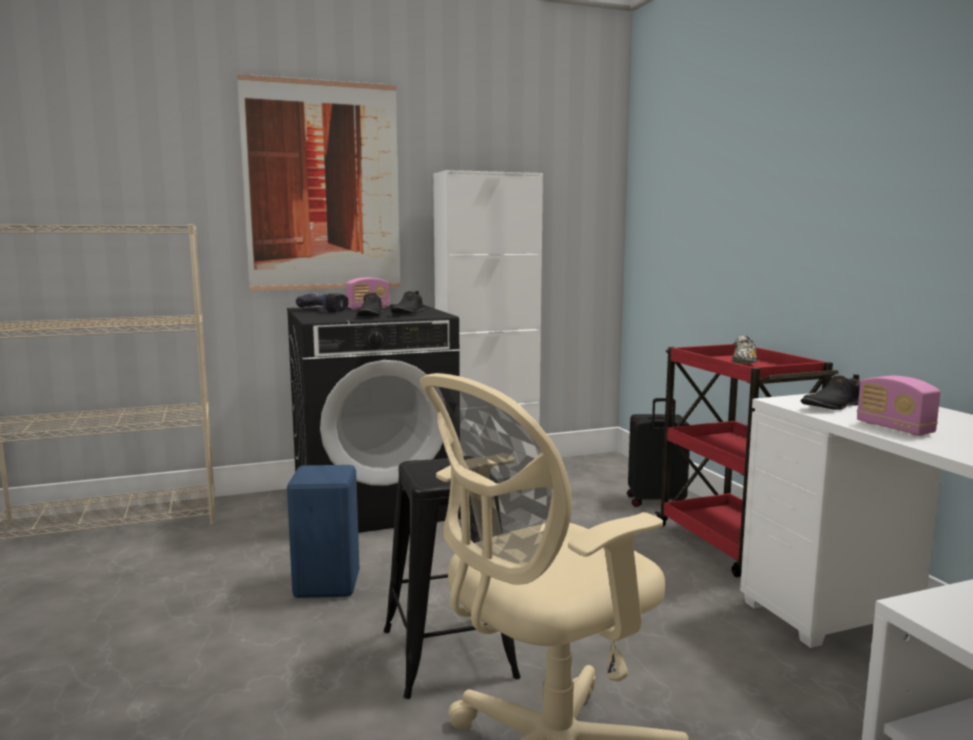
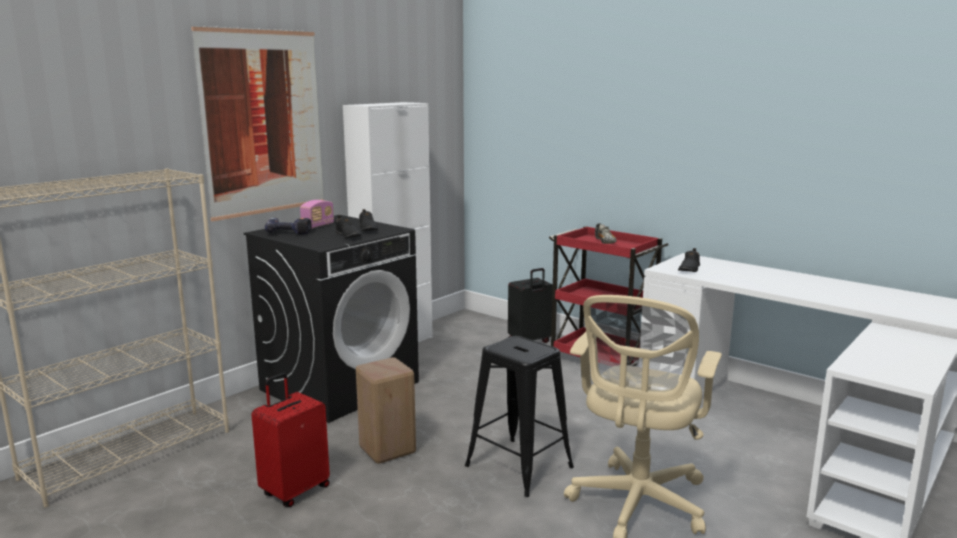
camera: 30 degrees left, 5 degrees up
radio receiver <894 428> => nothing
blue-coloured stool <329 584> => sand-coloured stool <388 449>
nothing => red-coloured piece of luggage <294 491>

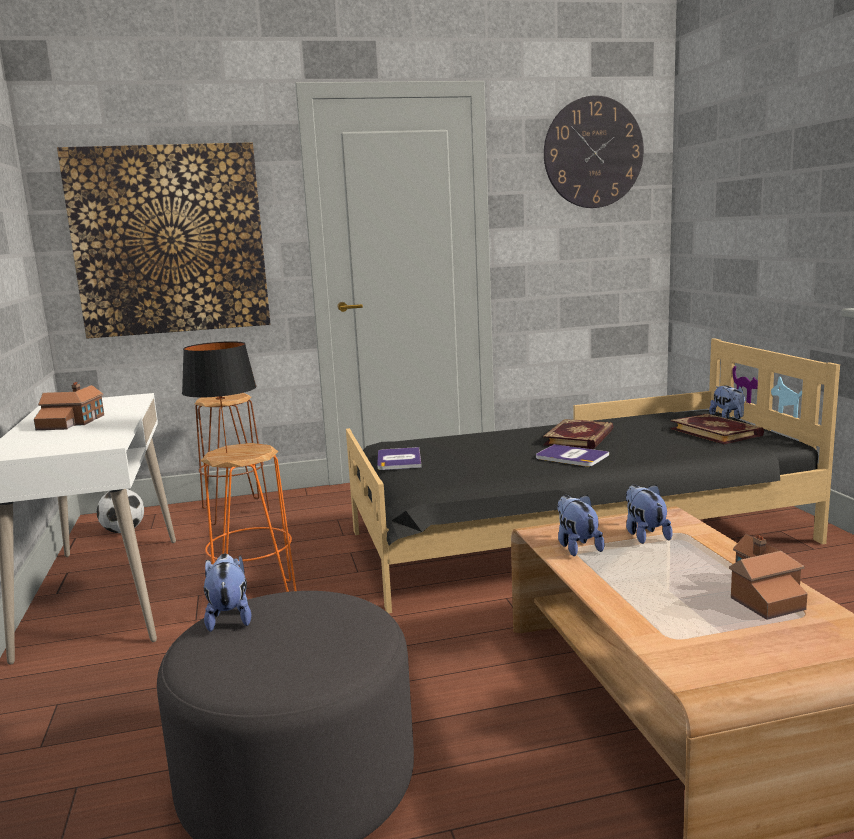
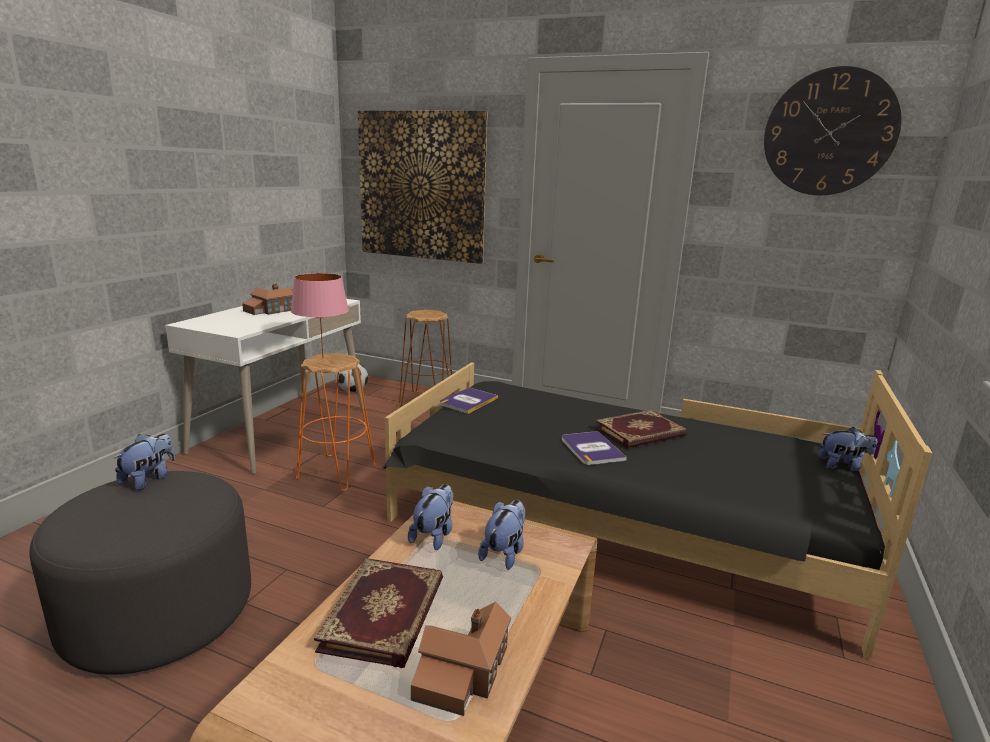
camera: 35 degrees right, 5 degrees up
blackish table lamp <227 452> => pinkish table lamp <323 358>
soft toy <728 418> => soft toy <843 466>, 105 degrees counterclockwise
book <716 432> => book <386 614>, moved

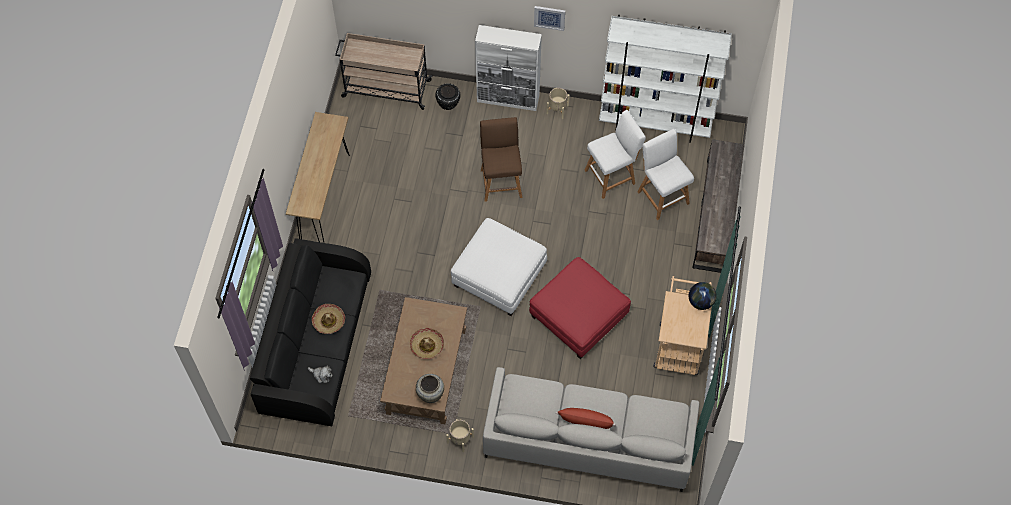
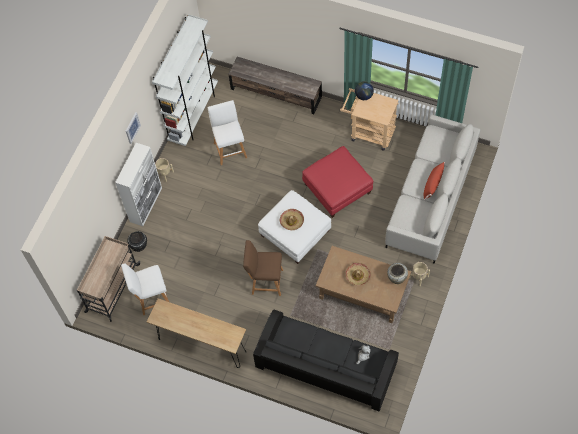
camera: 75 degrees left, 0 degrees up
brown-coloured stool <501 181> => brown-coloured stool <265 281>, moved
white-coloured stool <661 195> => white-coloured stool <151 298>, moved
hat <329 321> => hat <292 221>, moved

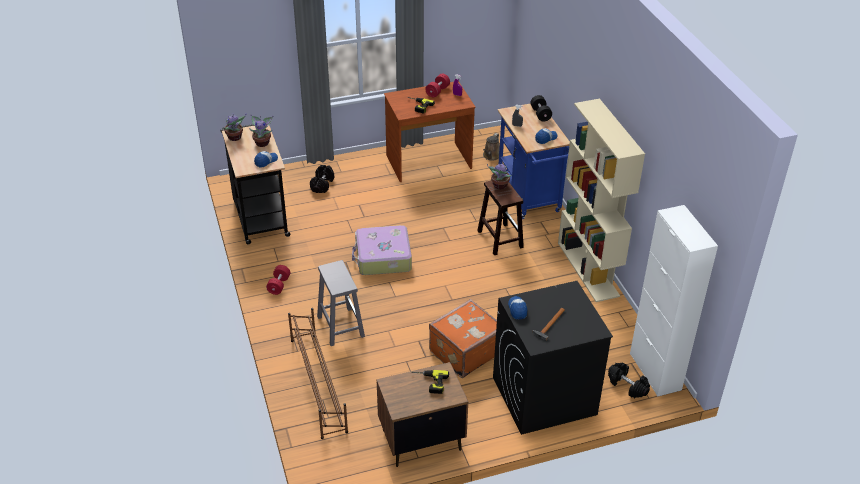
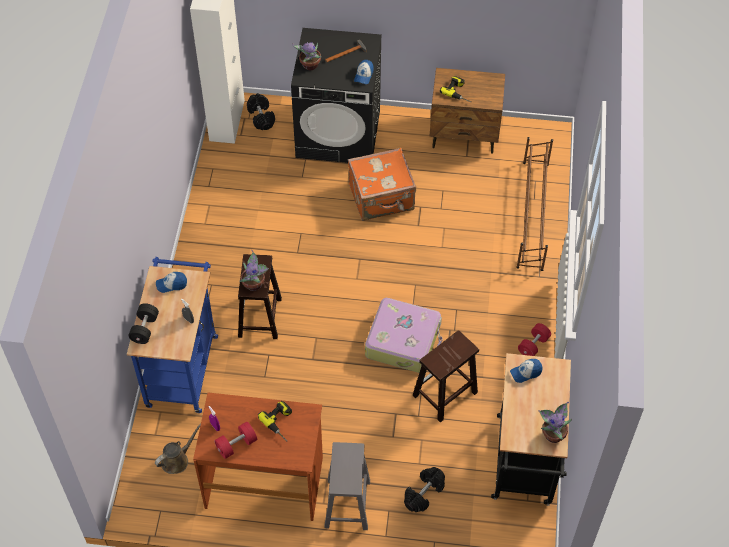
camera: 155 degrees left, 15 degrees up
sand-coloured shelving unit <588 269> => nothing
potted plant <262 143> => potted plant <309 66>, moved
greyish stool <340 326> => greyish stool <347 505>, moved
nothing => brown-coloured stool <444 394>

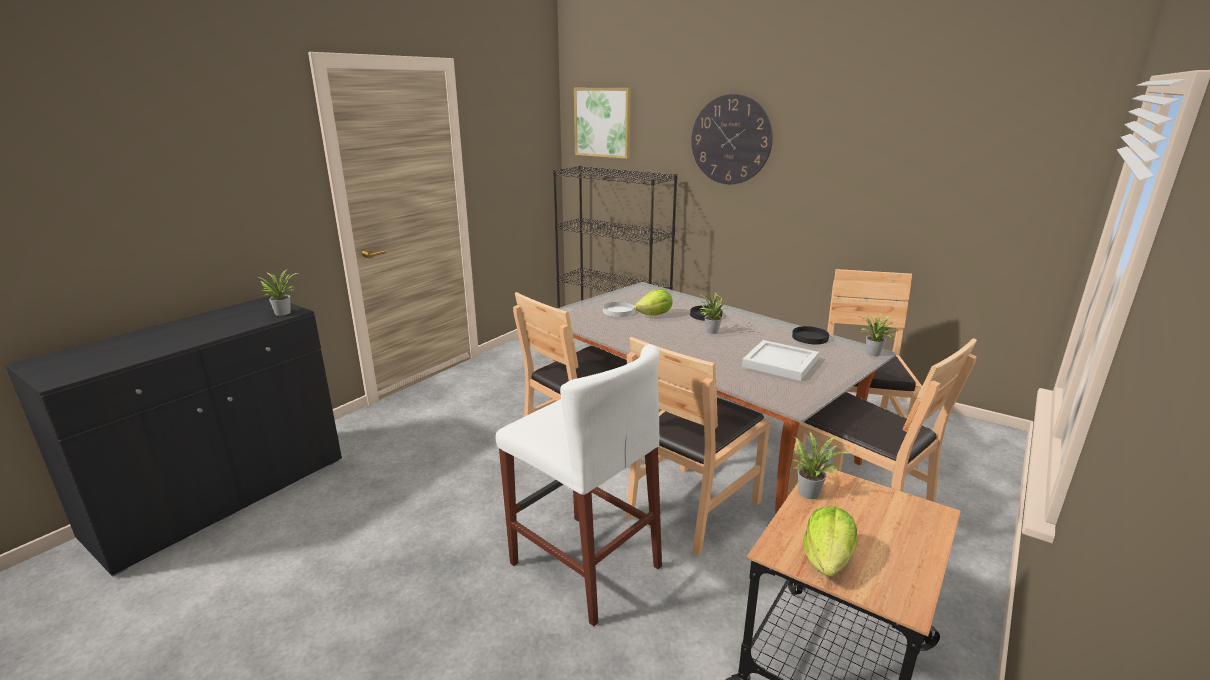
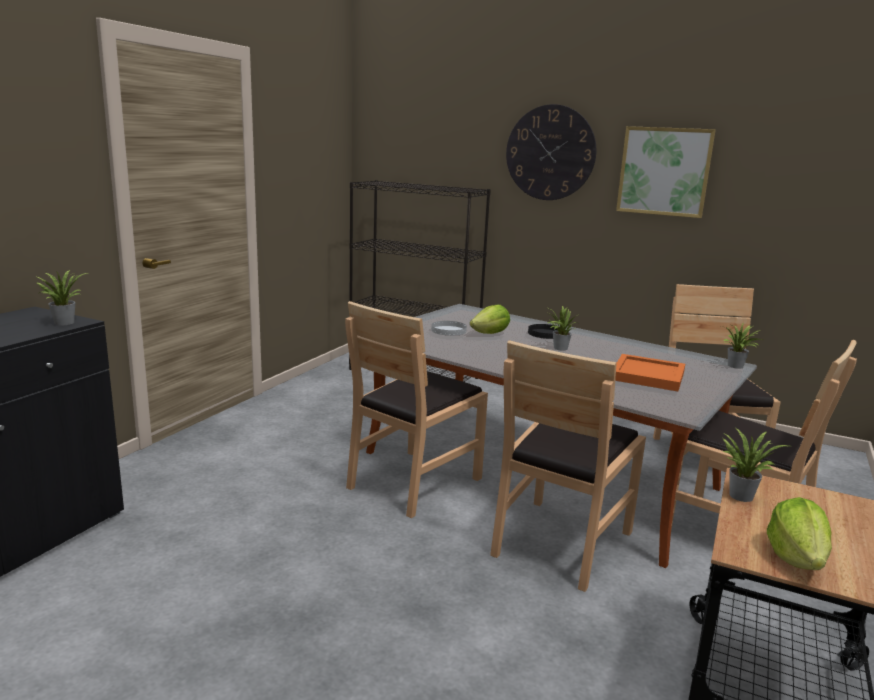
camera: 10 degrees left, 5 degrees down
wall picture <602 122> => wall picture <664 171>, moved
blackish plate <809 337> => nothing
white-coloured serving tray <779 363> => orangey serving tray <646 376>
white-coloured stool <584 565> => nothing

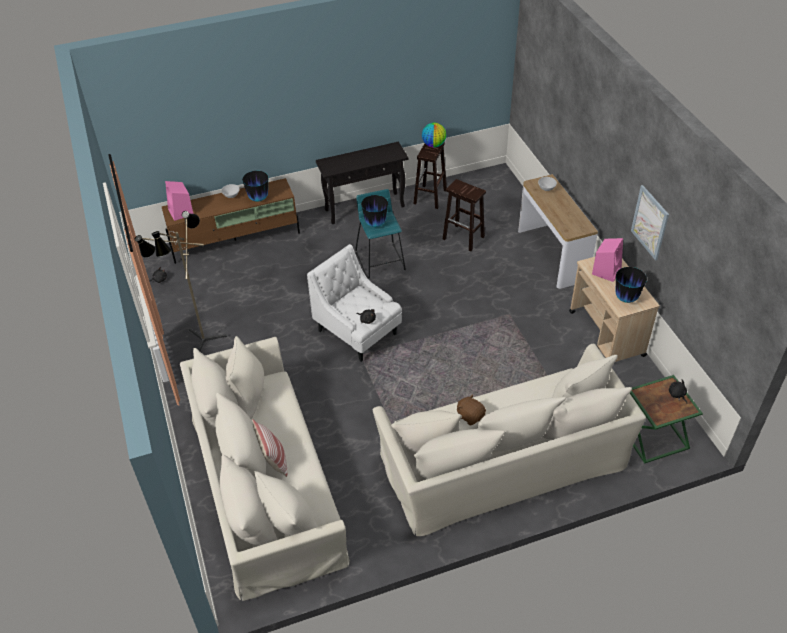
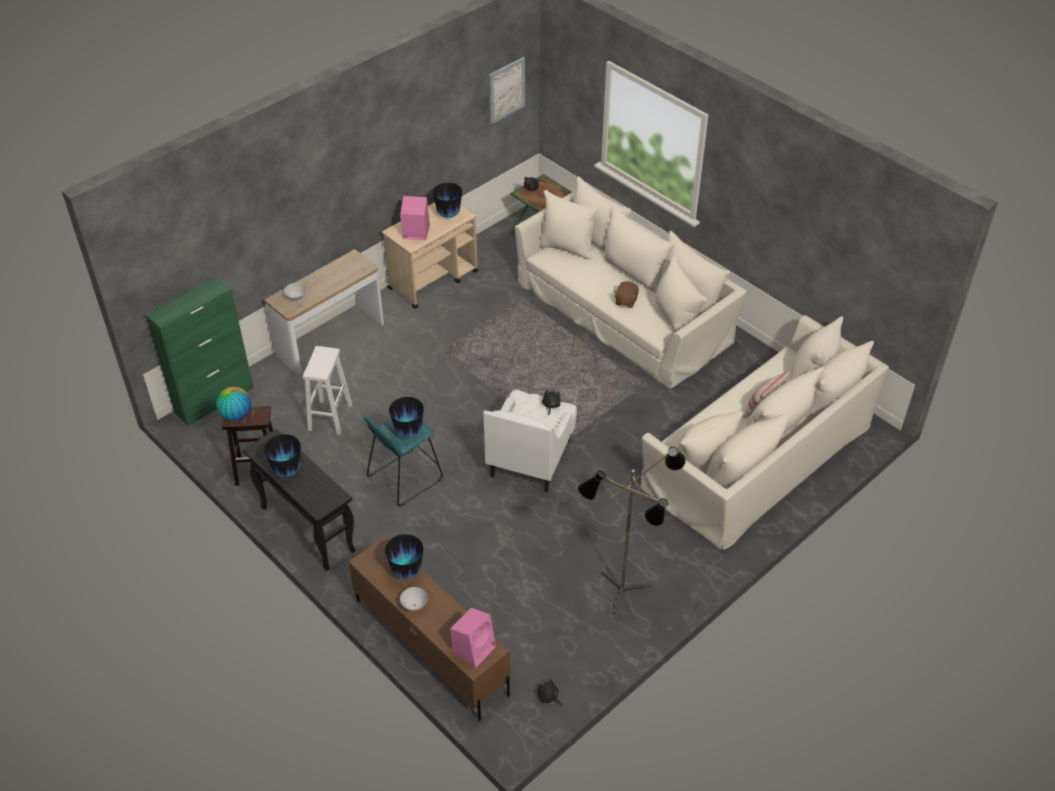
camera: 115 degrees left, 0 degrees up
brown-coloured stool <464 238> => white-coloured stool <330 416>
wall picture <650 222> => wall picture <506 90>, moved
nothing => green-coloured cupboard <215 400>
nothing => vase <287 471>

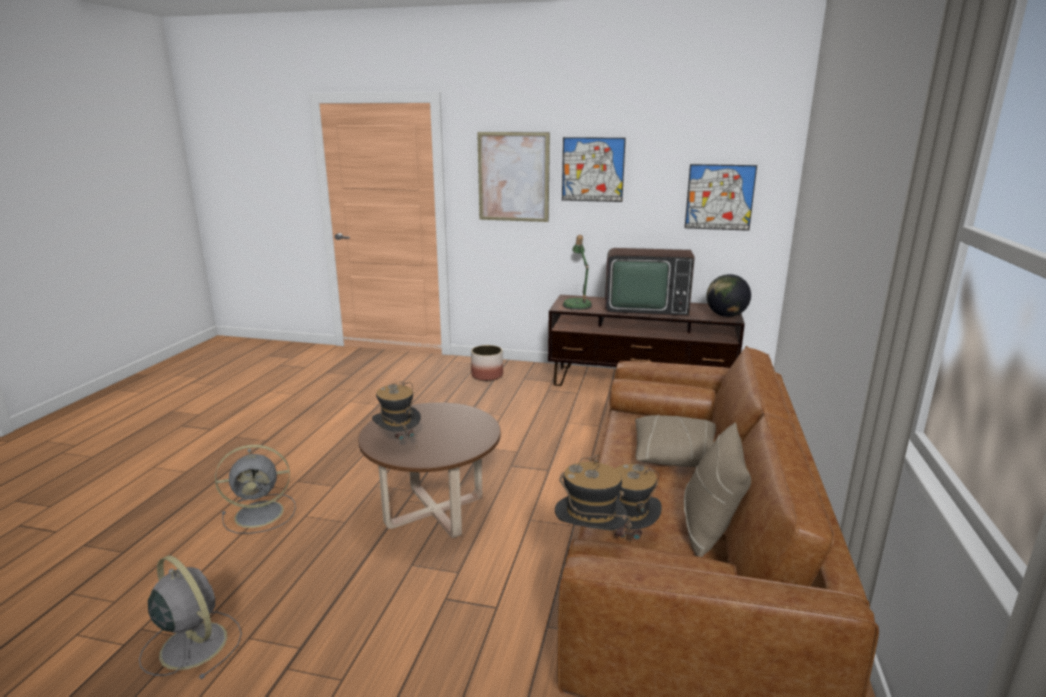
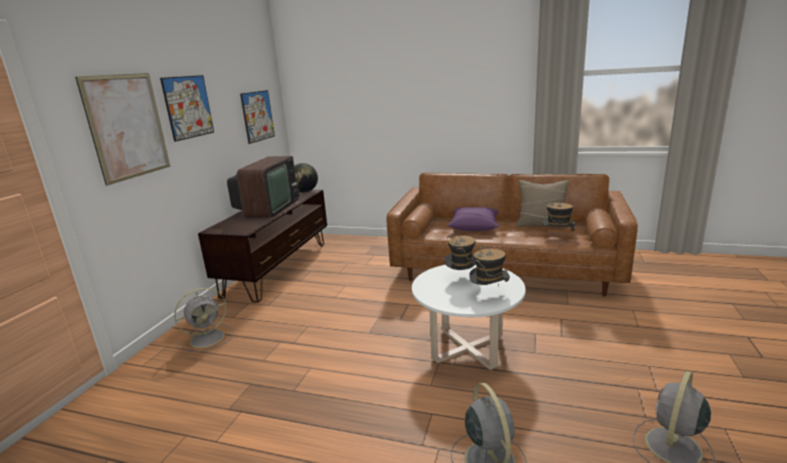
camera: 85 degrees left, 0 degrees up
table lamp <577 304> => nothing
plant pot <487 376> => greyish fan <209 338>
brown-coloured low table <434 511> => white-coloured low table <467 348>
sand-coloured throw pillow <676 455> => purple-coloured throw pillow <474 227>
hat <590 543> => hat <462 278>, moved

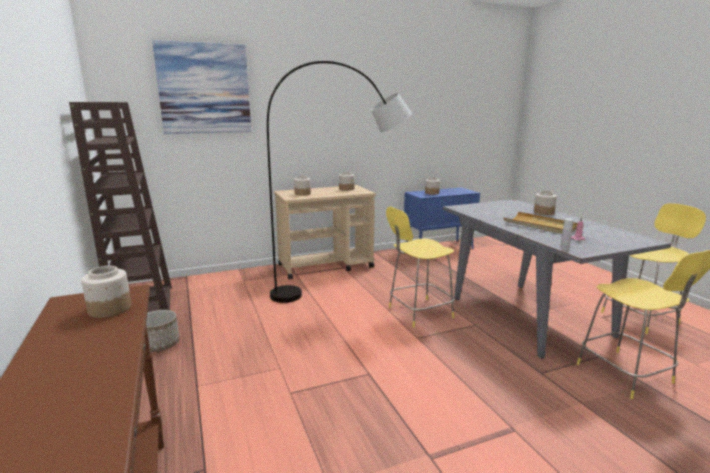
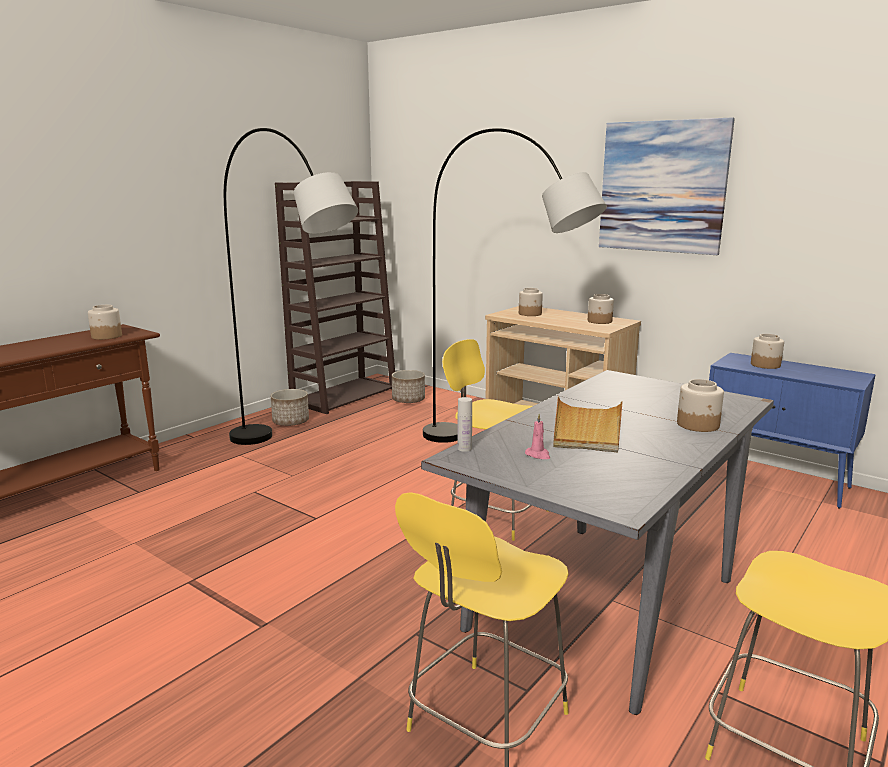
camera: 60 degrees right, 0 degrees up
wall picture <204 89> => wall picture <662 187>, moved
nothing => greyish standard lamp <296 458>
nothing => plant pot <408 400>

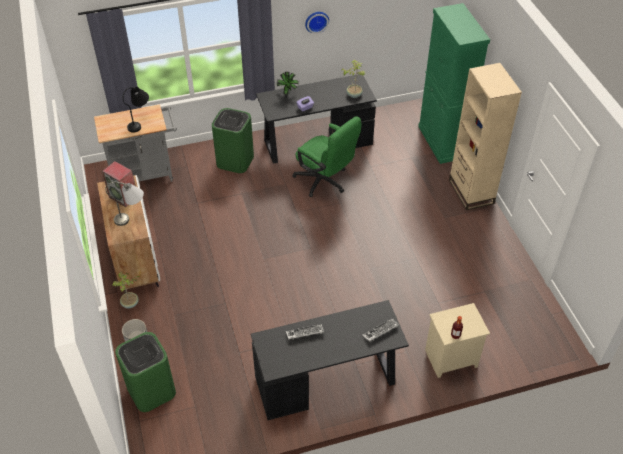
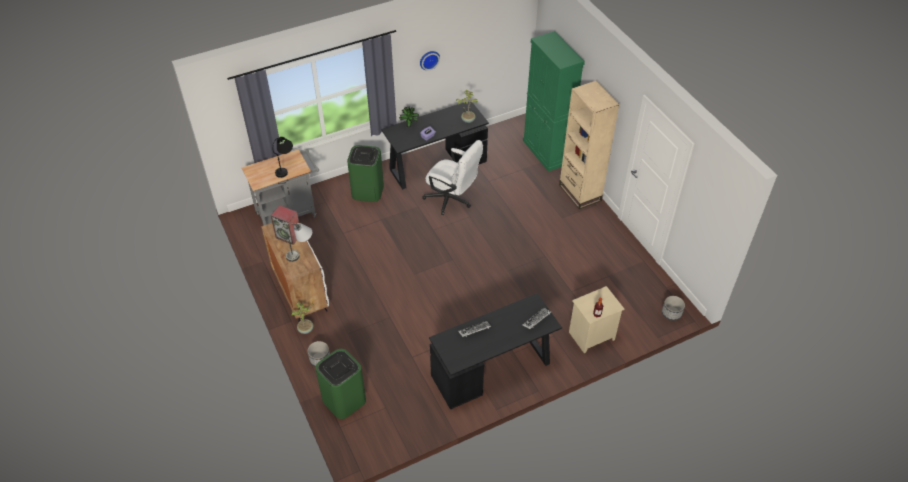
camera: 10 degrees left, 0 degrees up
green-coloured computer chair <325 182> => white-coloured computer chair <452 200>
nothing => plant pot <671 313>

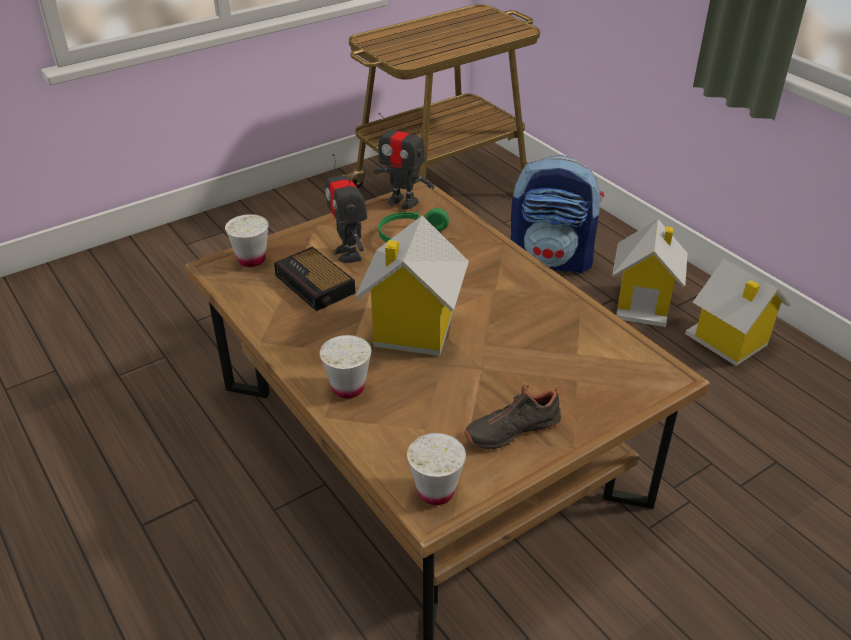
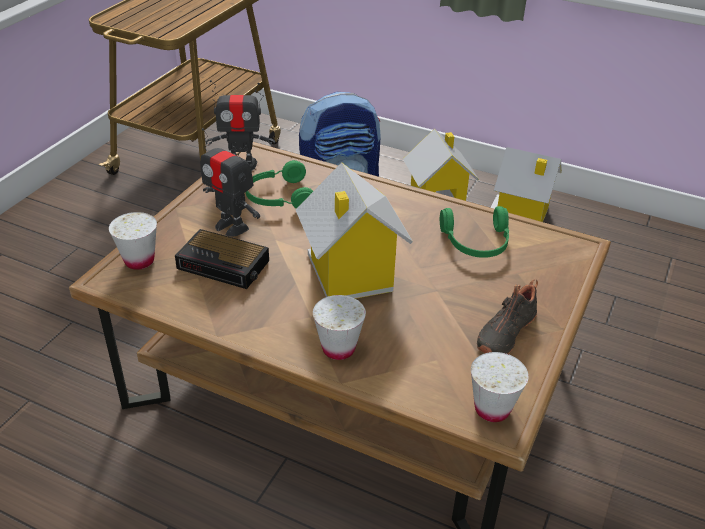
camera: 30 degrees left, 0 degrees up
nothing => green-coloured headphones <476 243>

